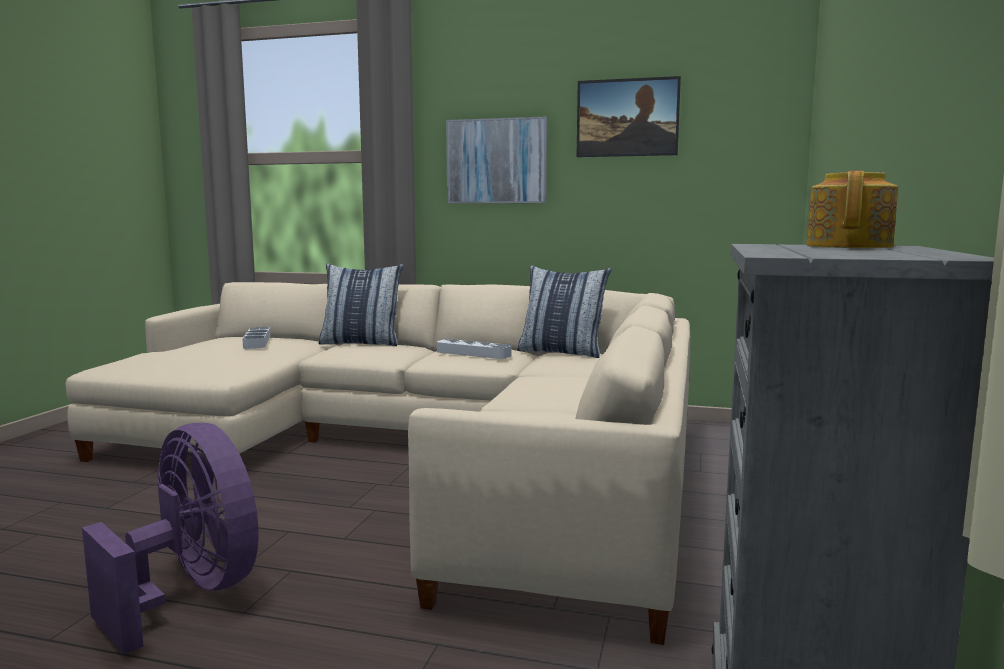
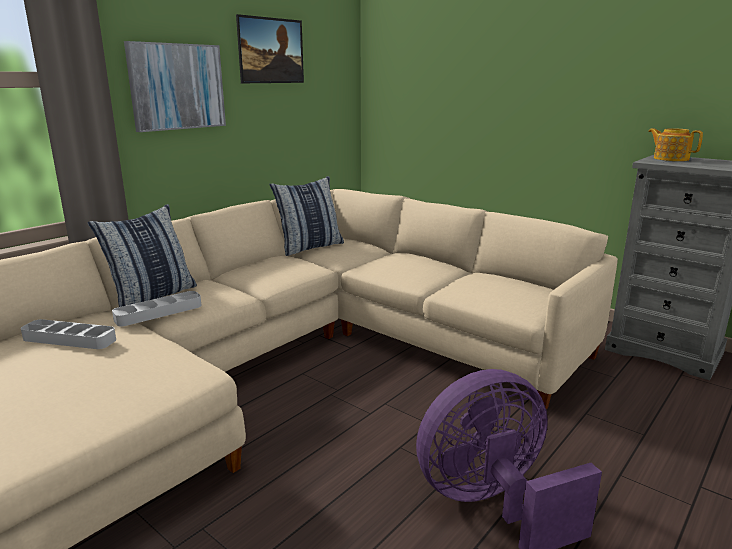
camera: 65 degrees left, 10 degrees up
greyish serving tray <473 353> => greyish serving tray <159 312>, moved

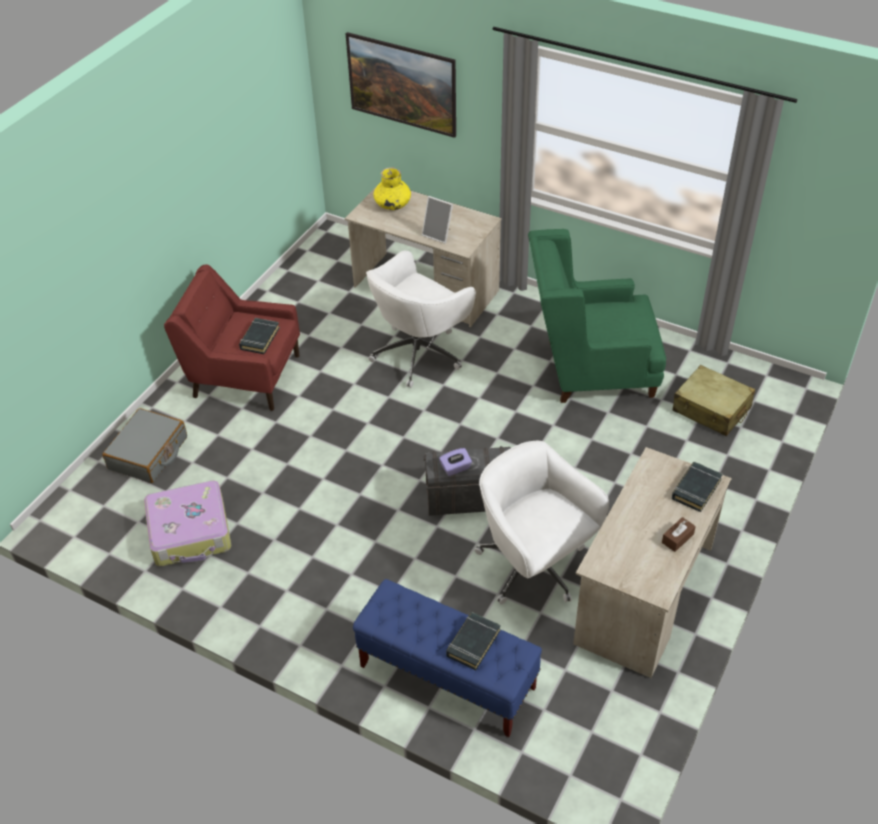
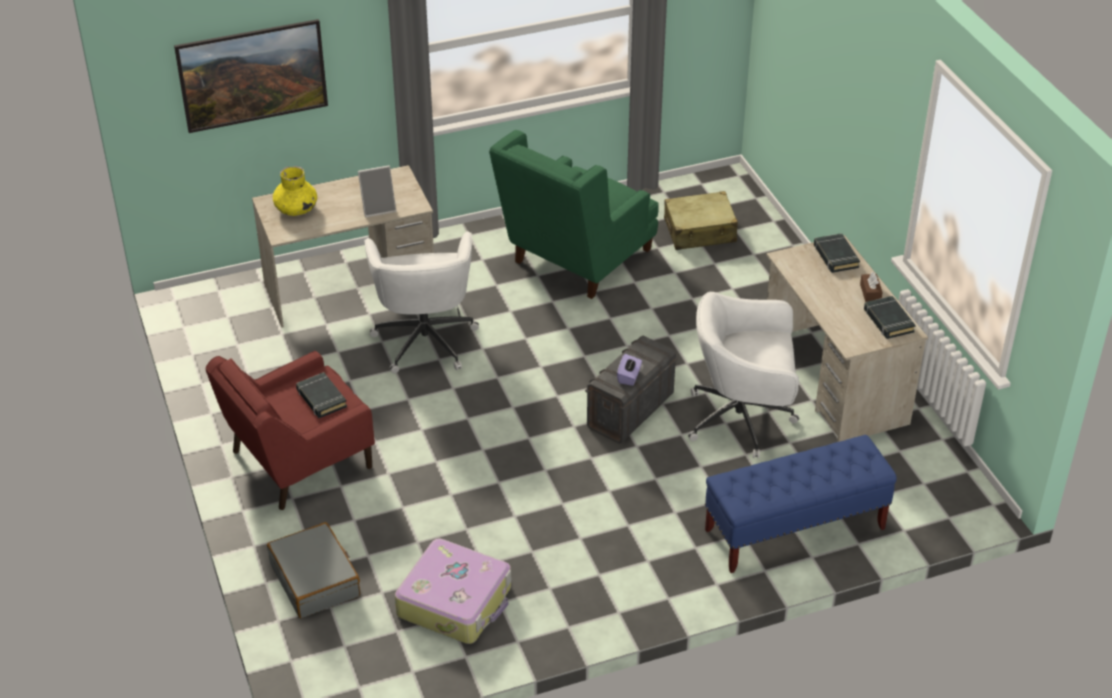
camera: 50 degrees left, 5 degrees down
blackish book <473 643> => blackish book <888 321>, moved

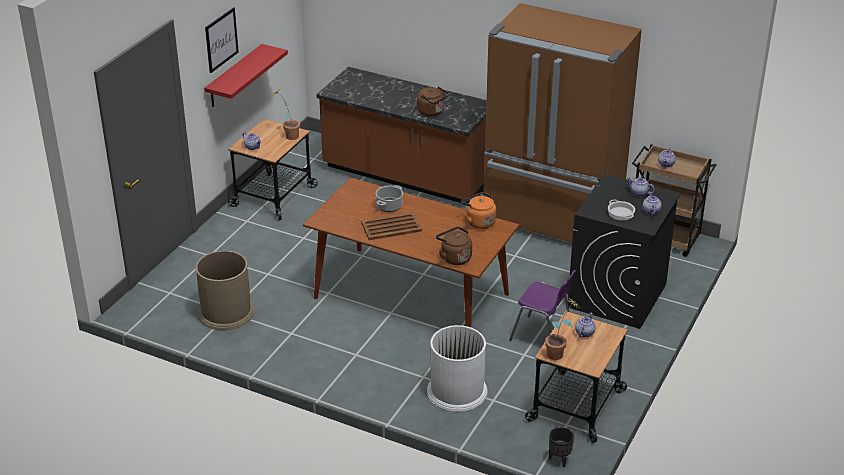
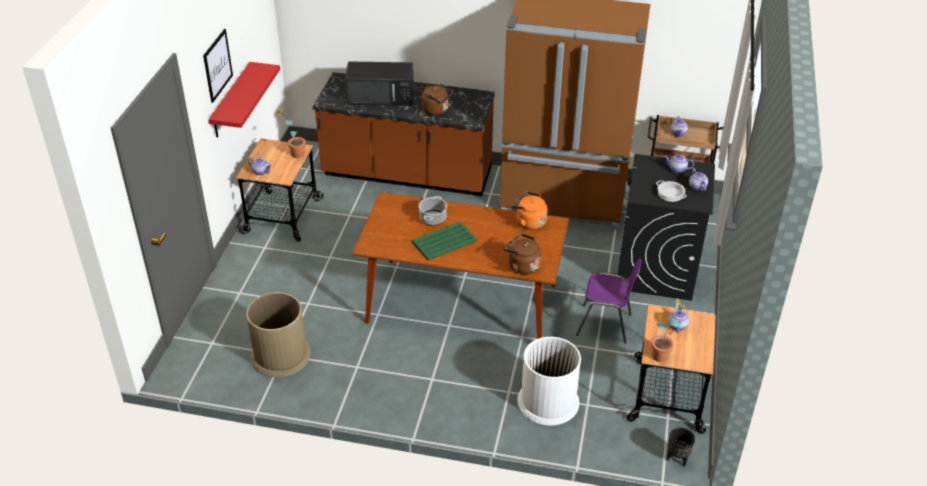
camera: 15 degrees left, 5 degrees up
brown-coloured serving tray <392 227> => green-coloured serving tray <445 241>
nothing => blackish microwave oven <381 96>

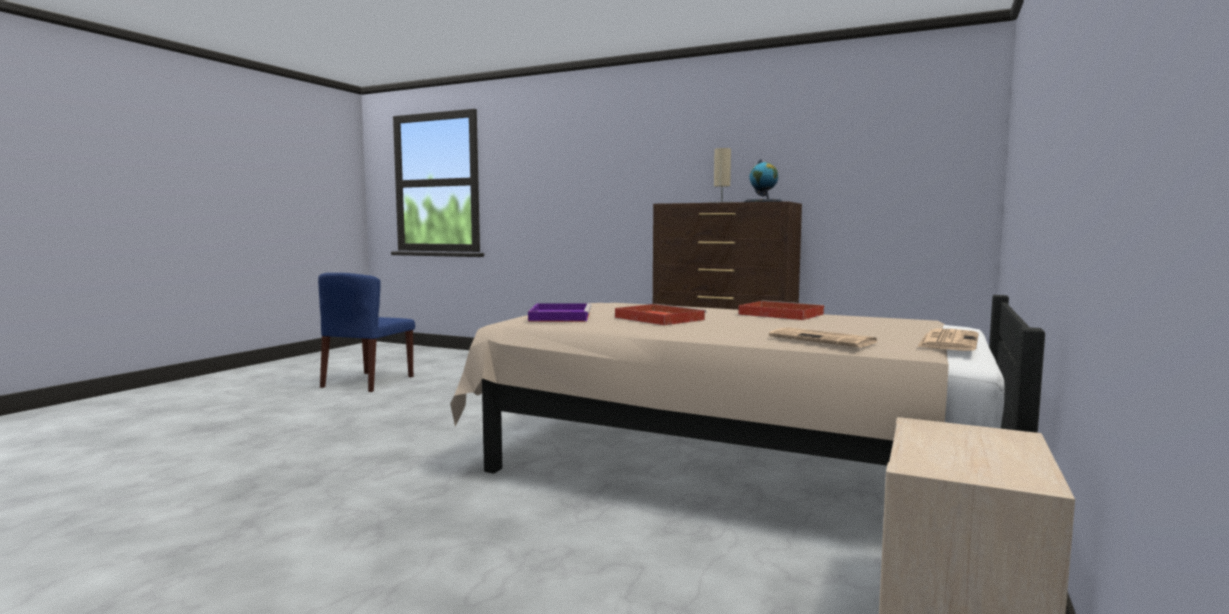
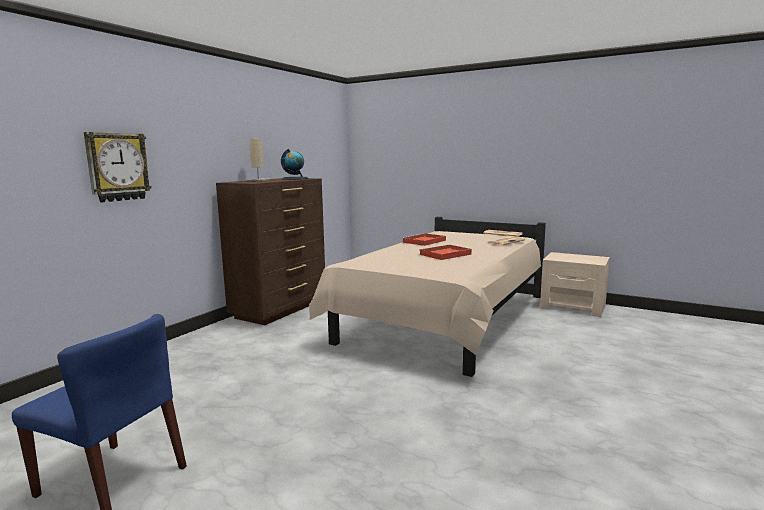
camera: 85 degrees left, 5 degrees up
purple-coloured serving tray <560 316> => nothing
nothing => wall clock <117 167>

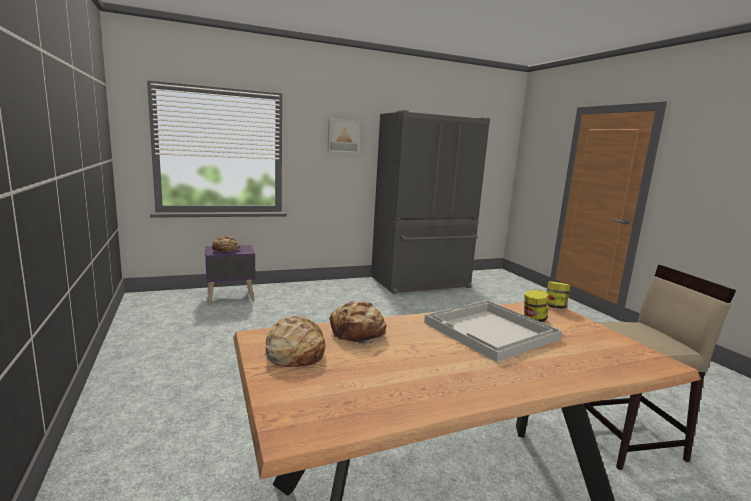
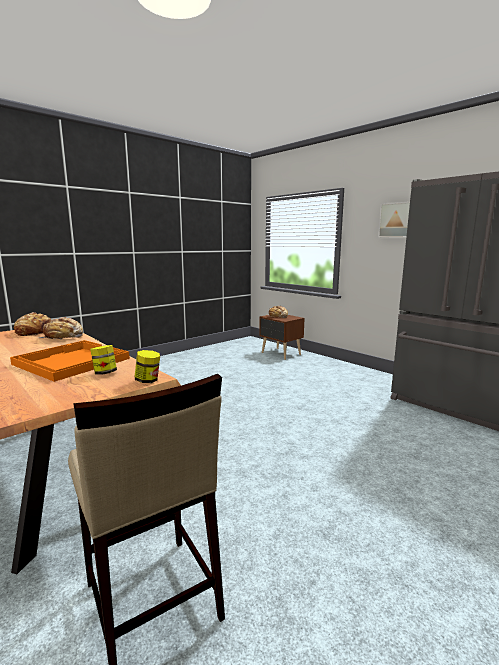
camera: 70 degrees right, 0 degrees up
purple-coloured nightstand <231 297> => brown-coloured nightstand <281 354>
white-coloured serving tray <490 331> => orangey serving tray <70 361>

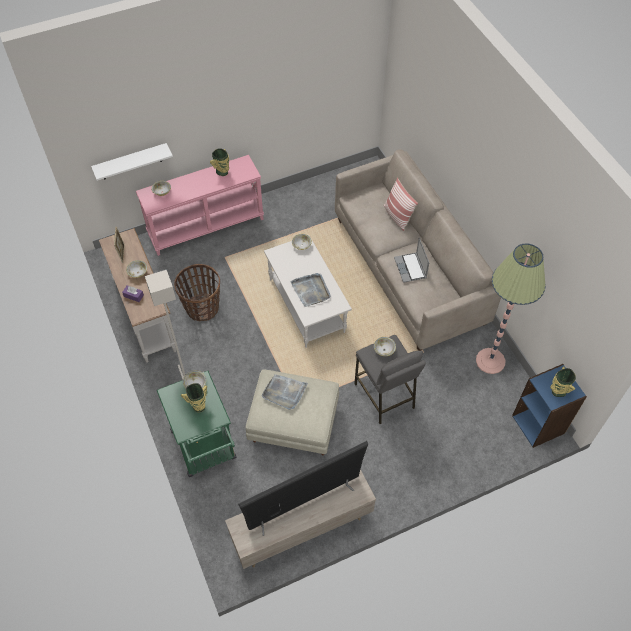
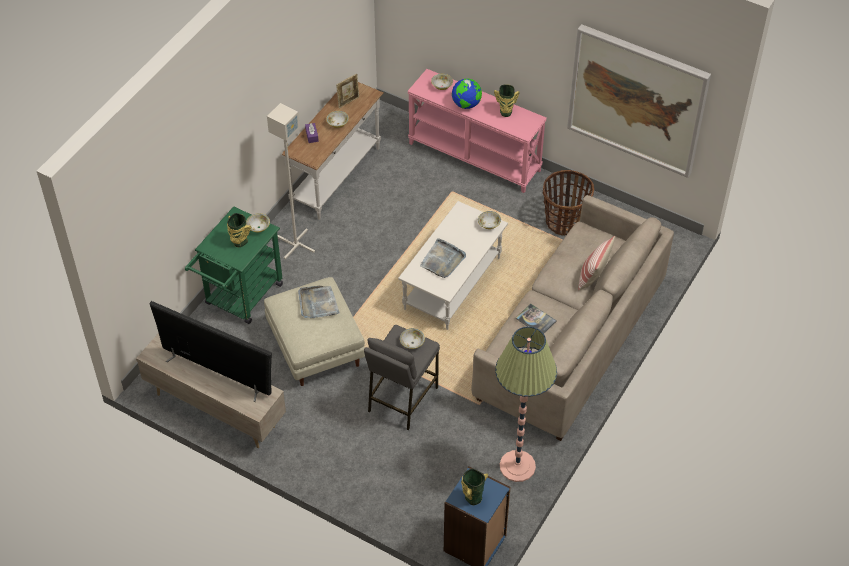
camera: 55 degrees right, 5 degrees down
white-coloured bracket shelf <131 162> => nothing
notebook computer <410 268> => book <536 320>
basket <202 308> => basket <564 221>, moved
nothing => wall picture <637 99>
nothing => desk globe <466 104>

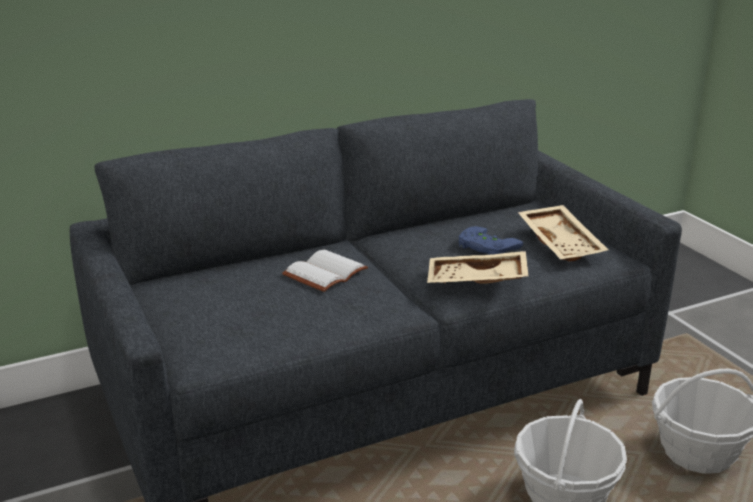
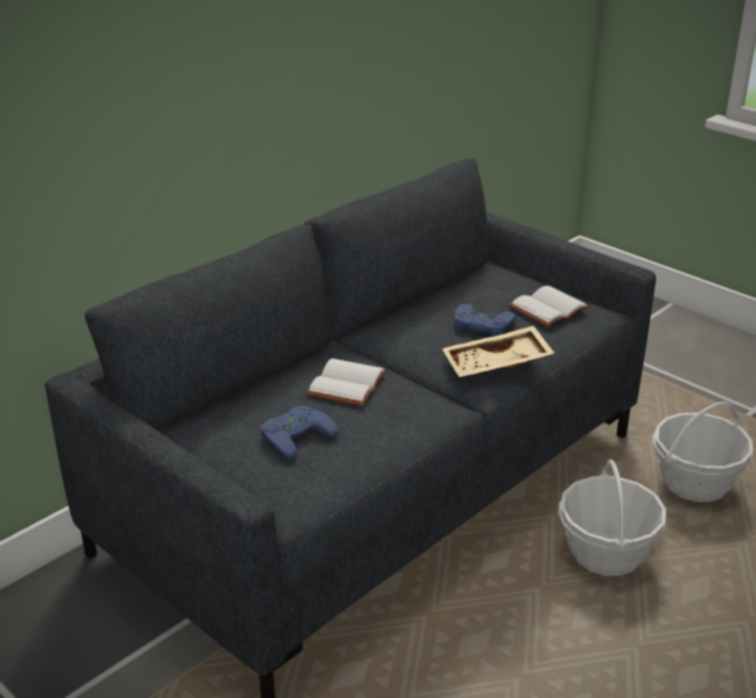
camera: 20 degrees left, 5 degrees up
sand-coloured serving tray <562 243> => white-coloured book <548 307>
nothing => blue-coloured gamepad <295 434>

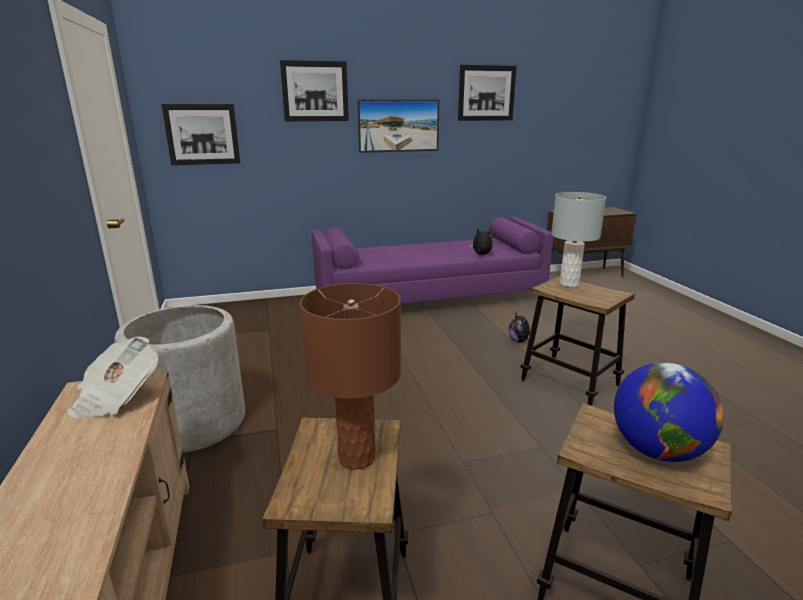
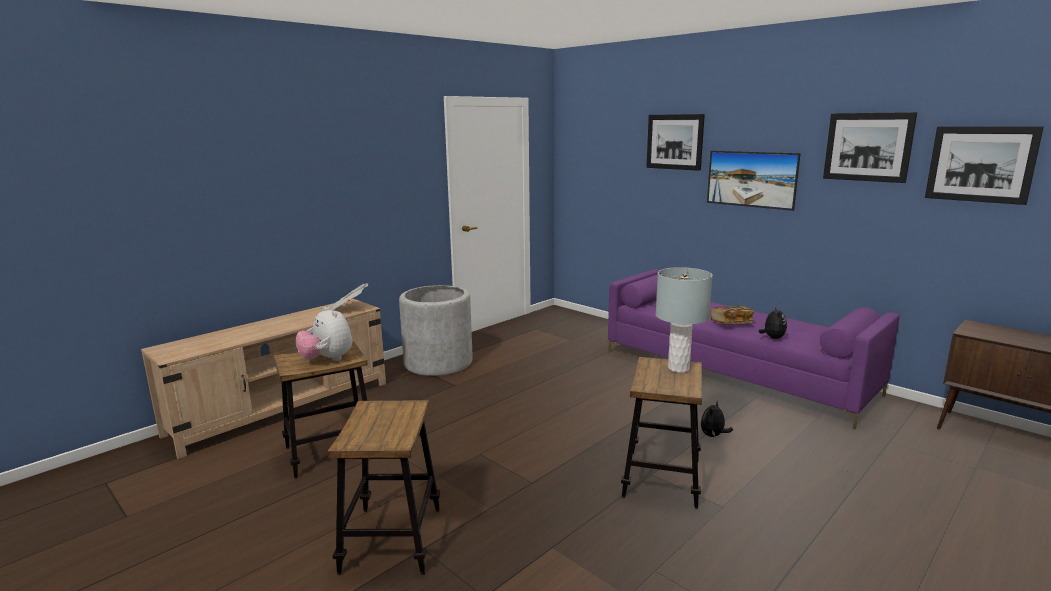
camera: 60 degrees right, 5 degrees down
wall picture <202 134> => wall picture <980 164>, moved
brown-coloured table lamp <357 457> => soft toy <327 360>
desk globe <657 451> => nothing
nothing => book <731 323>

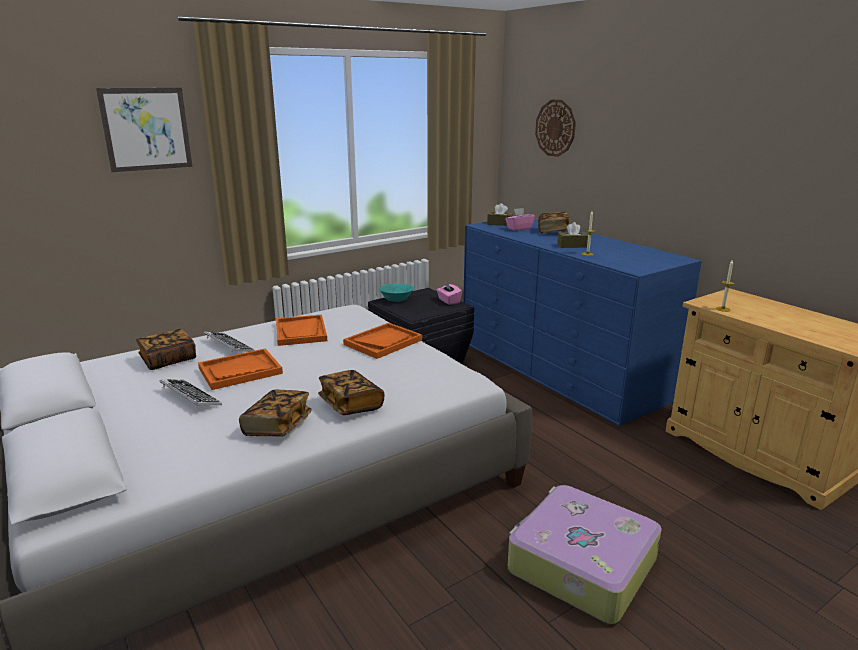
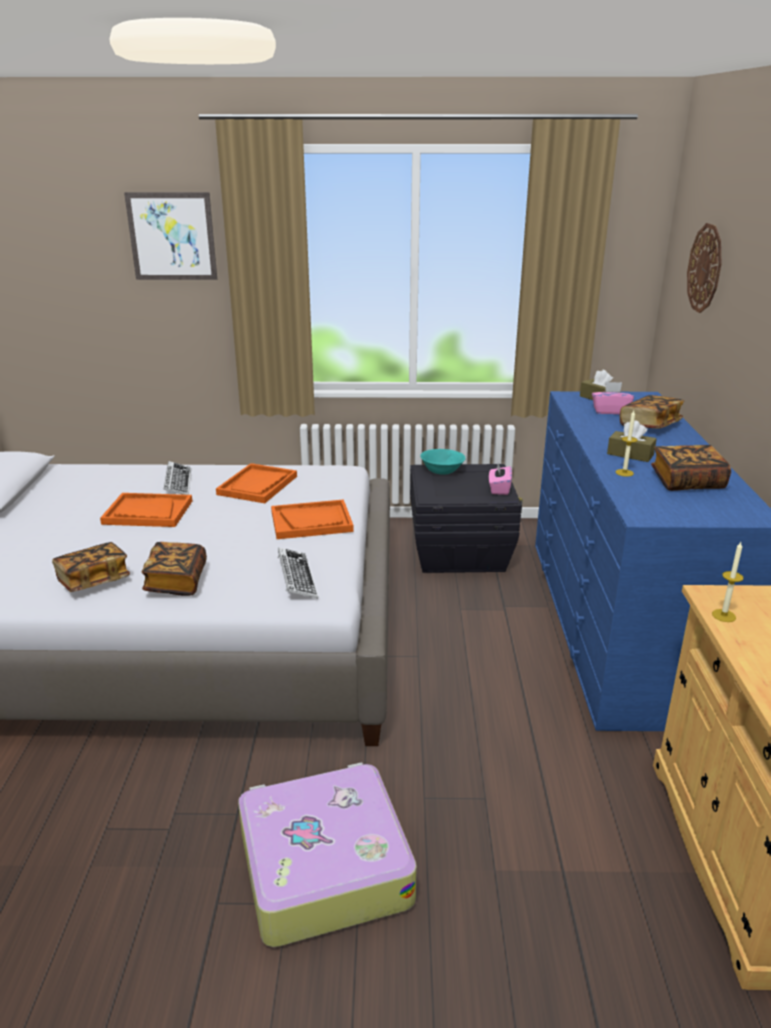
camera: 35 degrees right, 5 degrees up
book <168 360> => book <687 482>, moved
keyboard <190 397> => keyboard <296 578>, moved

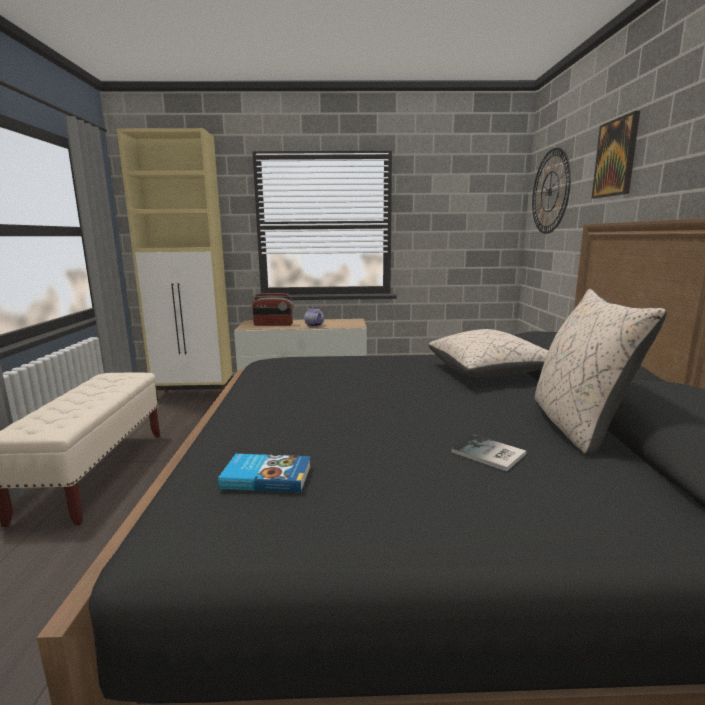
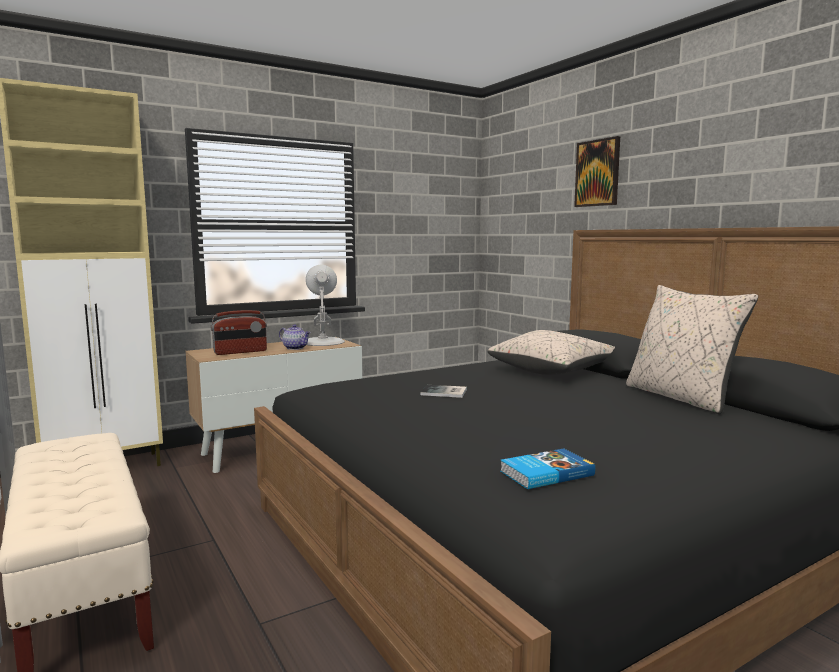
camera: 30 degrees left, 5 degrees down
wall clock <550 191> => nothing
book <489 454> => book <445 392>, moved
nothing => white-coloured table lamp <322 341>

